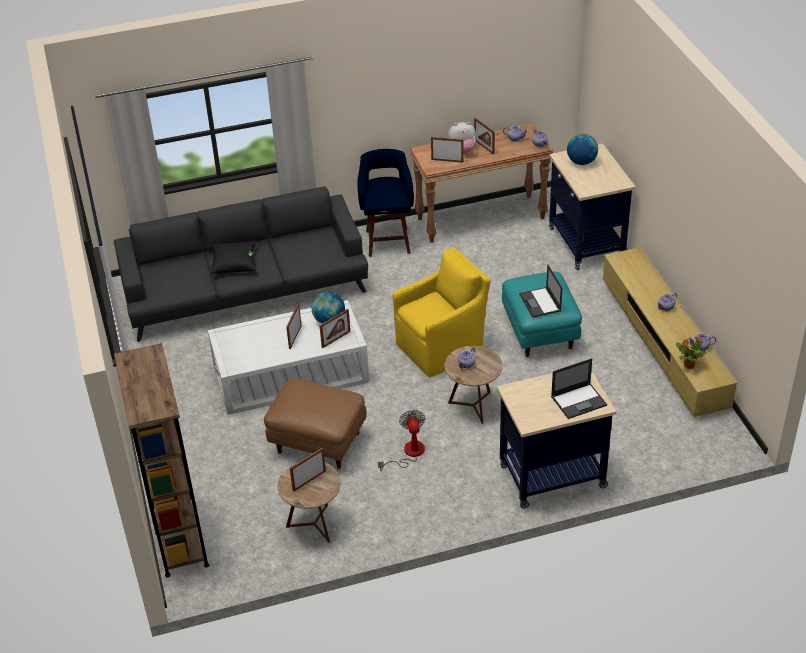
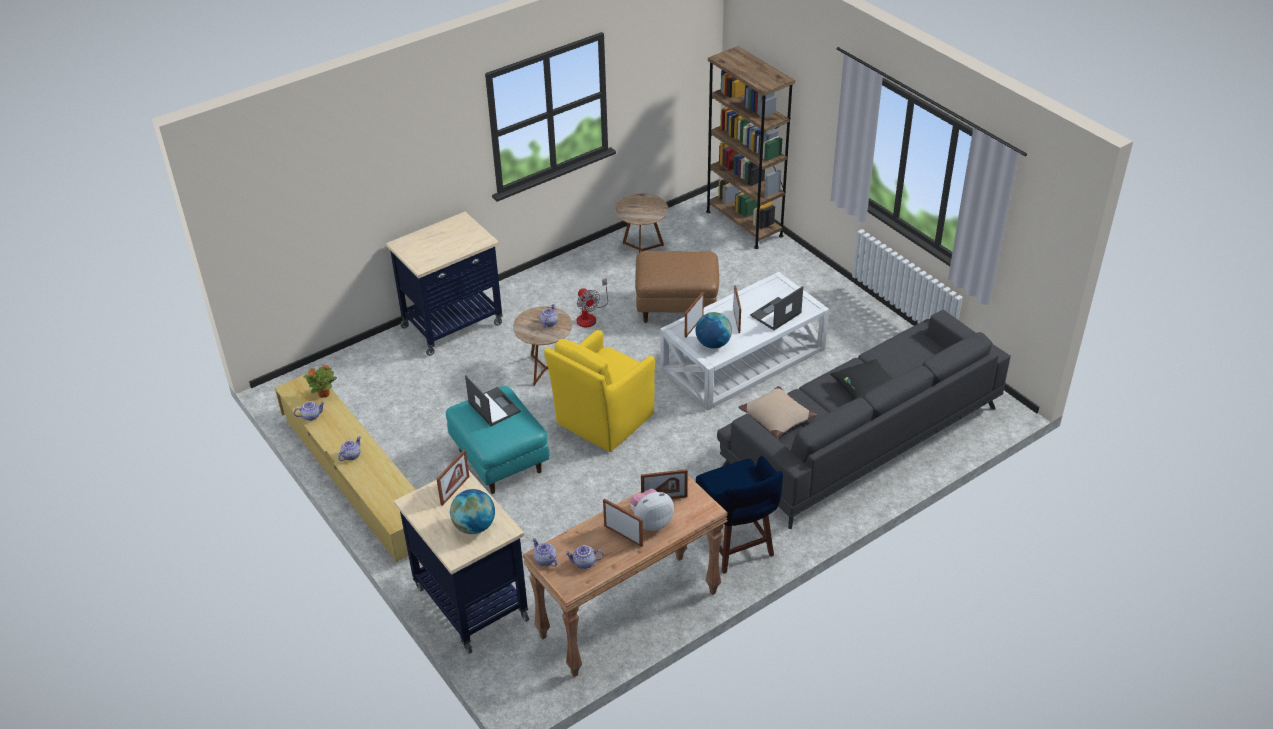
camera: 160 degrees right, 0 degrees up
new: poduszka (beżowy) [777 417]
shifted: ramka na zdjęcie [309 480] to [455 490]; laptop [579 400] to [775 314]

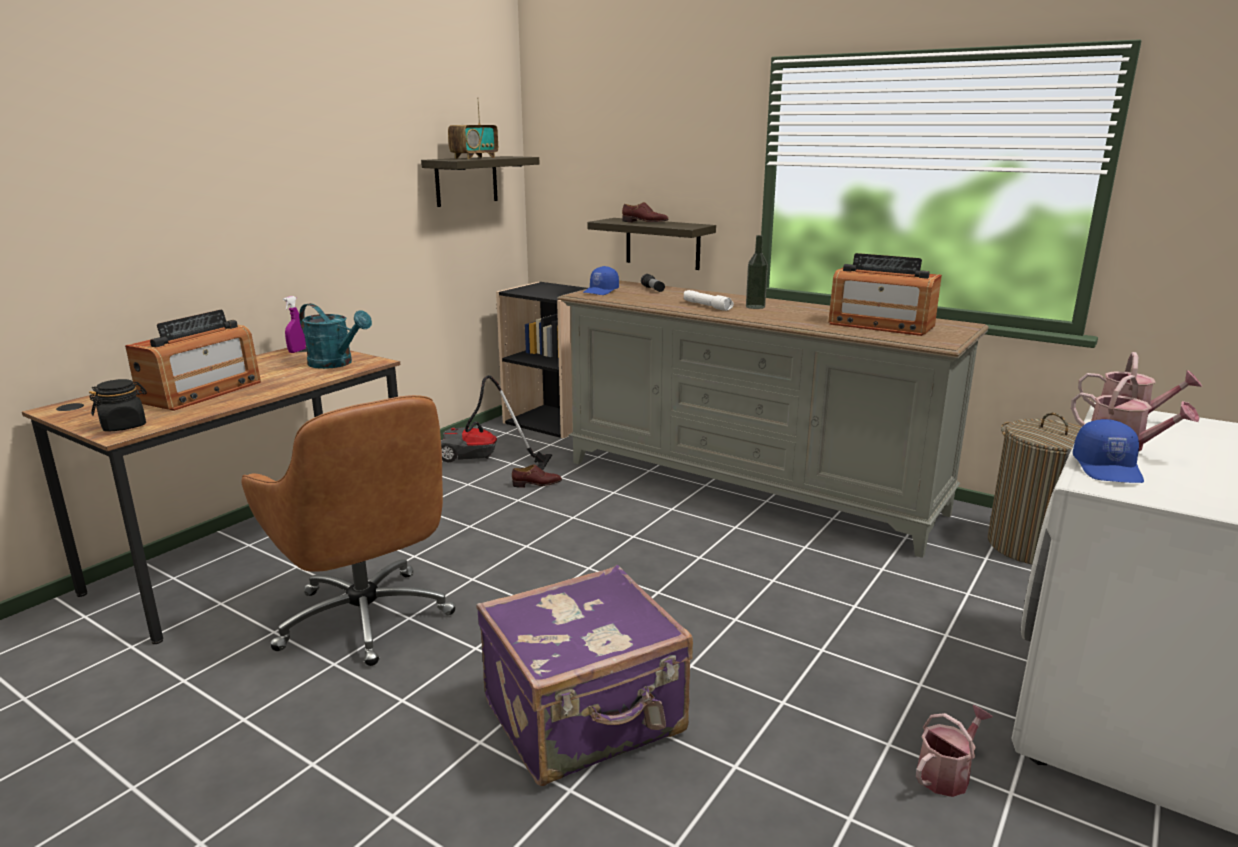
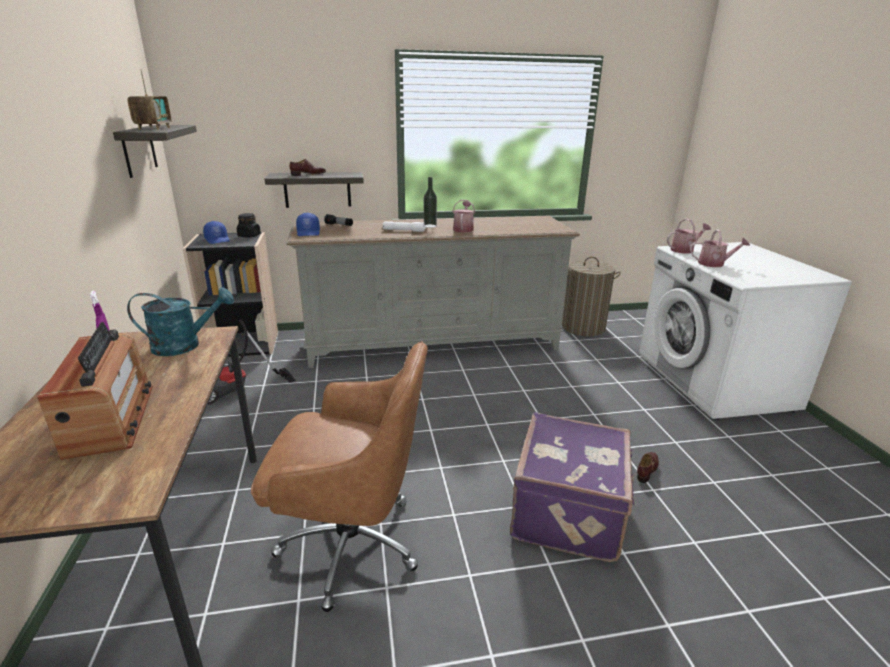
camera: 45 degrees left, 5 degrees up
gone: radio [880 325]
shifted: czapka z daszkiem (niebieski) [1108 469] to [218 240]; słoik (czarny) [124 426] to [249 236]; konewka [947 773] to [463 229]; but (brązowy) [537 484] to [647 469]

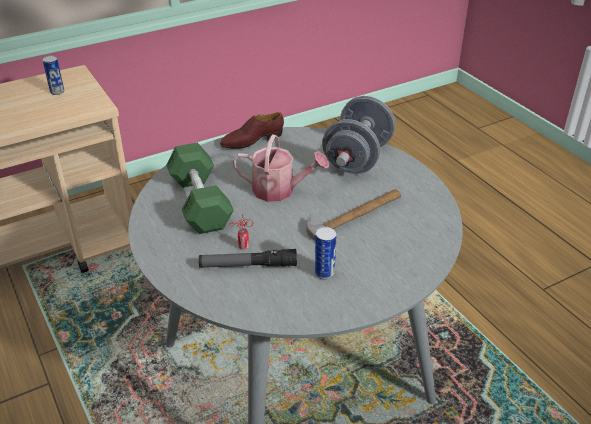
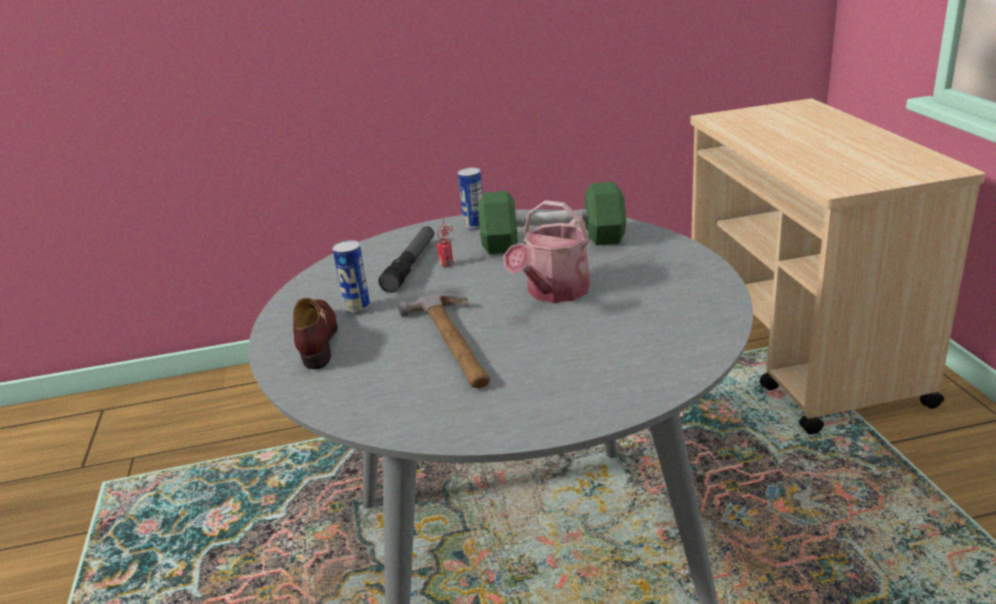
camera: 110 degrees right, 10 degrees down
gone: hantel (szary) [357 158]
shifted: but (brązowy) [252 140] to [318 339]; puszka [57 92] to [474 226]

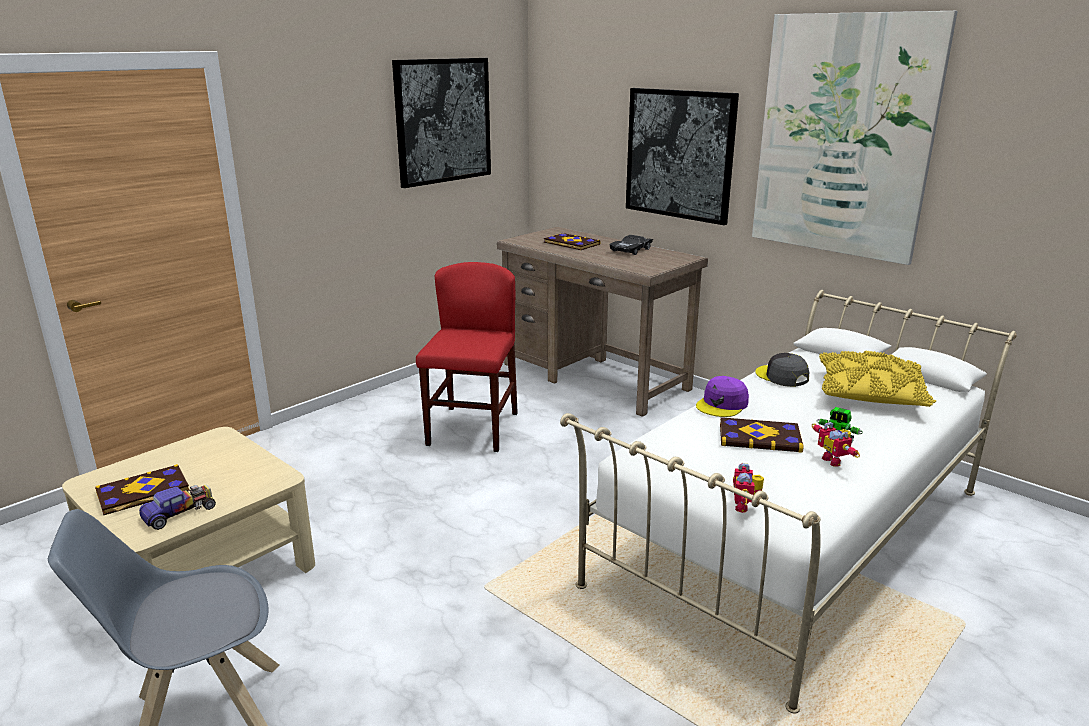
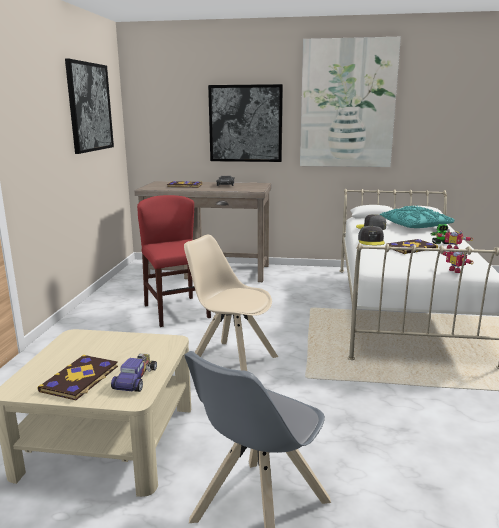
camera: 35 degrees left, 5 degrees down
new: krzesło (beżowy) [231 361]
repainted: czapka z daszkiem (fioletowy) [722 405] to czapka z daszkiem (szary) [371 241]; poduszka (żółty) [870 393] to poduszka (turkusowy) [415 226]

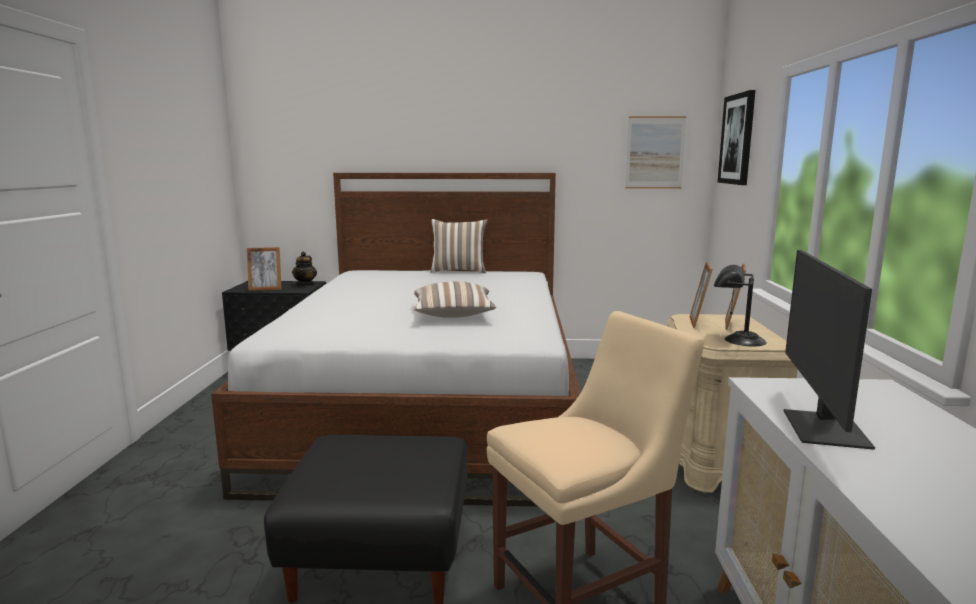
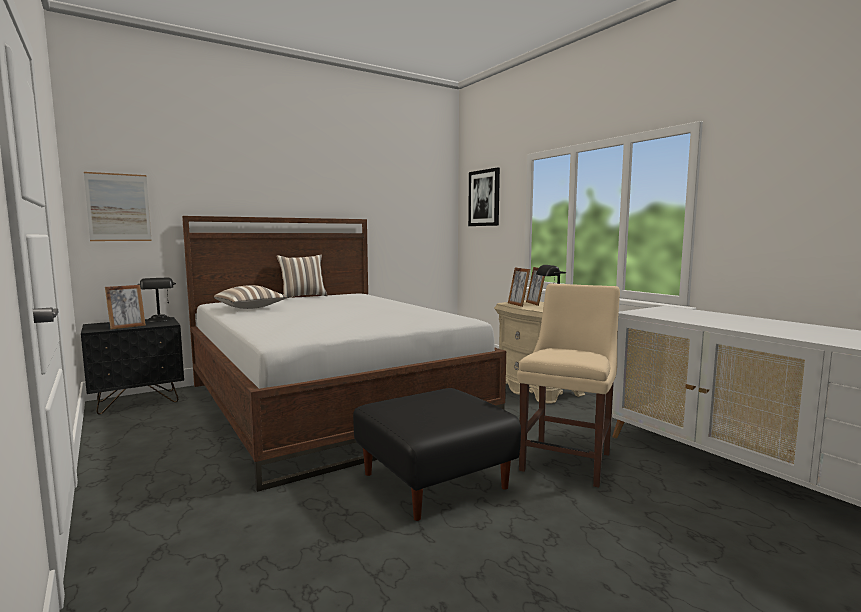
camera: 35 degrees left, 5 degrees down
gone: monitor [822 429]
shifted: obraz [655 152] to [118 207]; poduszka [453 315] to [251 308]
swapped: imbryk [305 284] to lampa stołowa (czarny) [160 320]

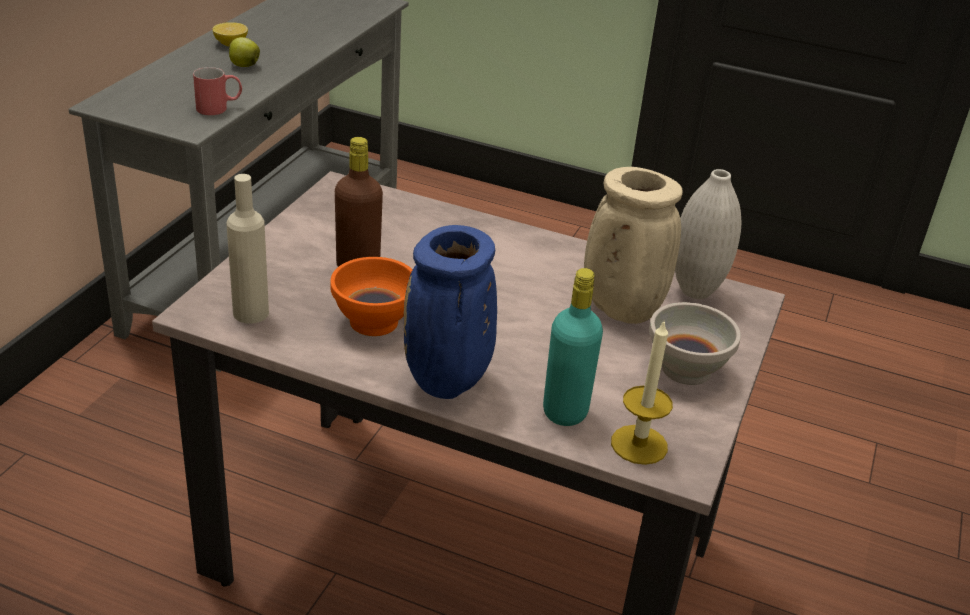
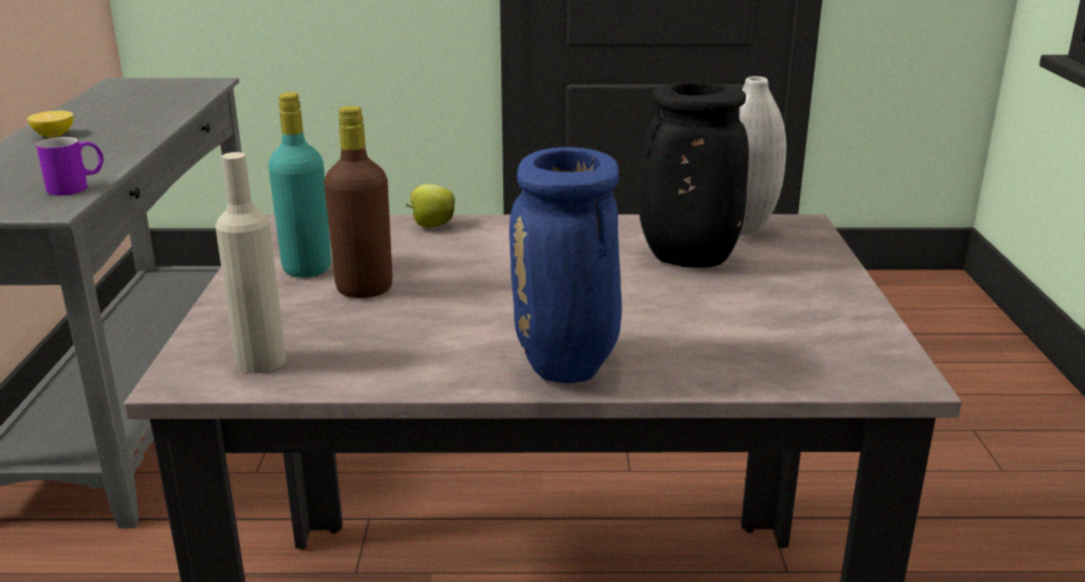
camera: 20 degrees left, 10 degrees down
gone: miska (pomarańczowy) [372 321]; świeca [639 444]; miska (biały) [686 368]
shifted: butelka (turkusowy) [565 412] to [307 268]; jabłko [243 65] to [431 226]
repainted: kubek (czerwony) [219 108] to kubek (fioletowy) [77 187]; wazon (beżowy) [619 309] to wazon (czarny) [685 259]

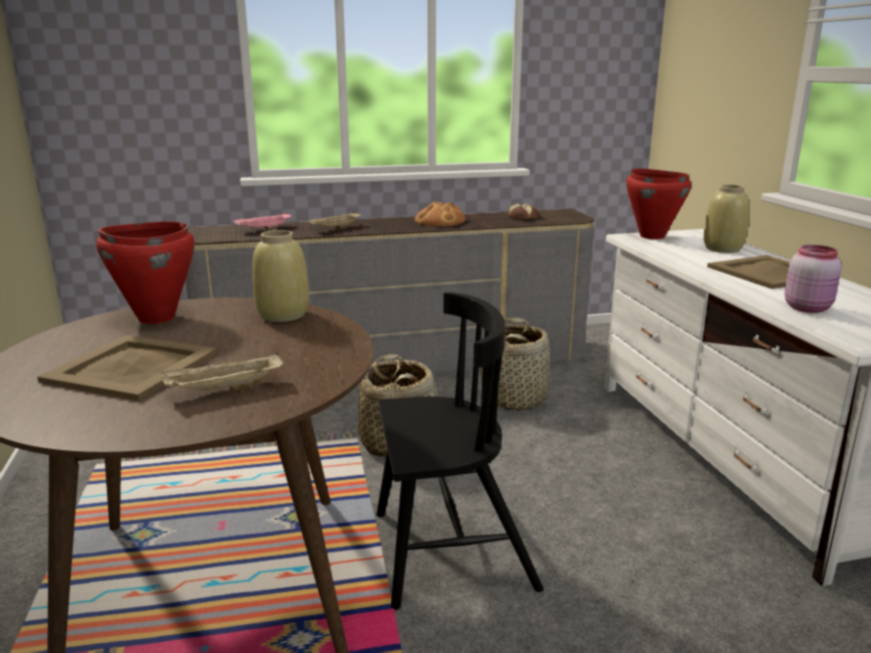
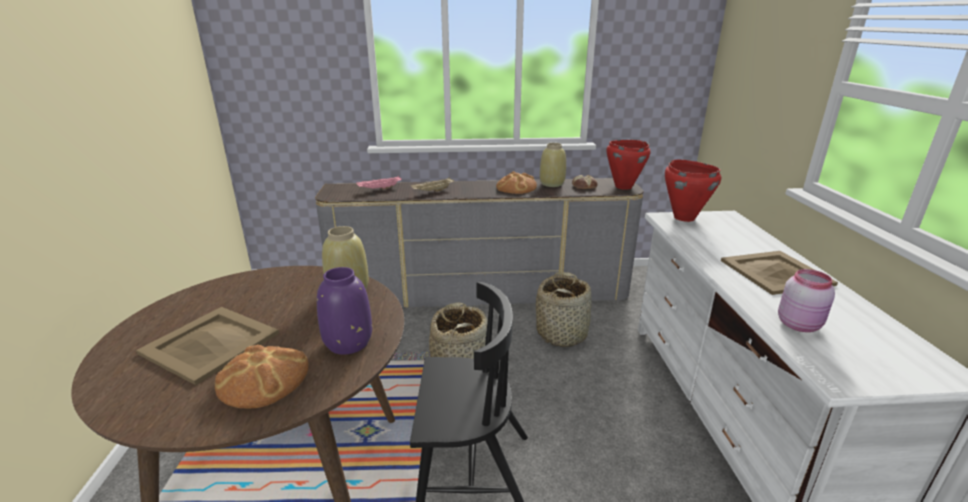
camera: 10 degrees right, 5 degrees up
new: wazon (fioletowy) [348 342]
shifted: wazon (beżowy) [722 249] to [551 184]; garnek (czerwony) [155 318] to [623 187]
swapped: taca (beżowy) [224 390] to chleb [263 379]

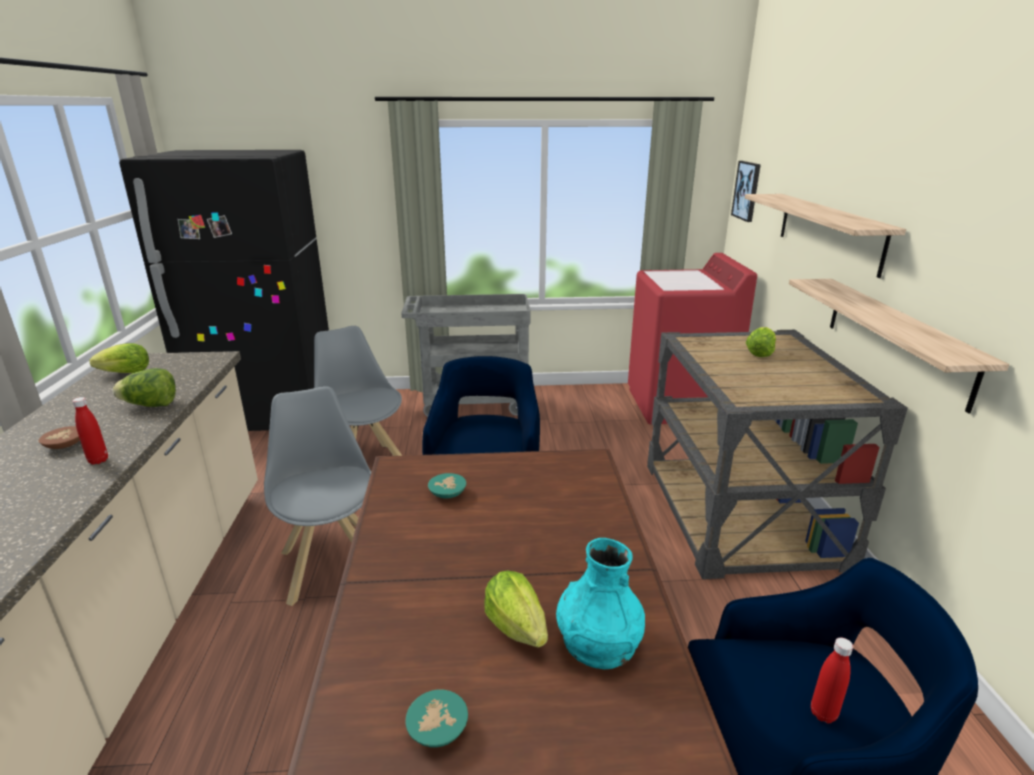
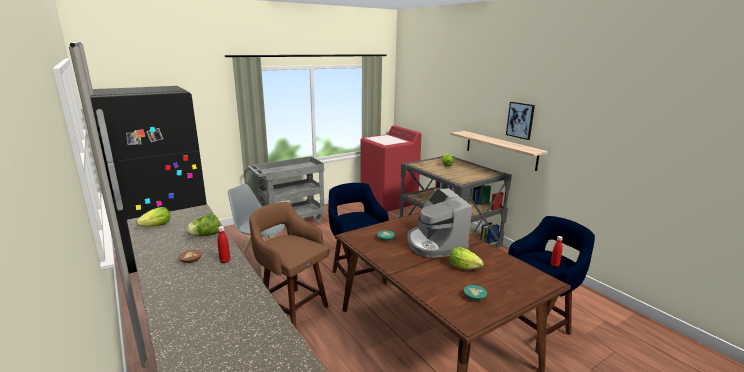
camera: 30 degrees left, 5 degrees down
gone: wazon (turkusowy) [598 642]; półka [829 231]
new: ekspres do kawy [435 244]
shifted: obraz [747 191] to [520 120]
swapped: krzesło (szary) [332 563] to stołek (brązowy) [292 307]

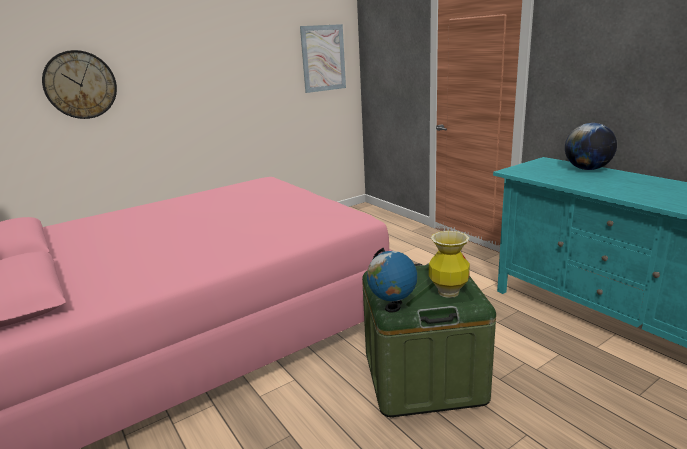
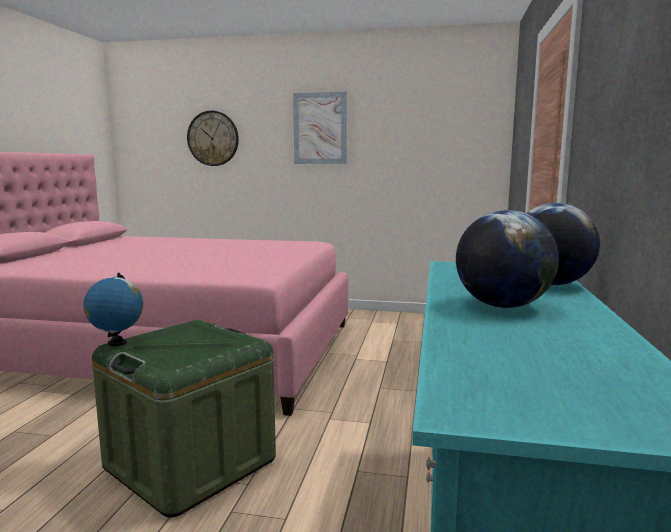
camera: 45 degrees right, 10 degrees down
gone: wazon [448 292]
new: globus [502 306]
shifted: obraz [323 58] to [320 128]

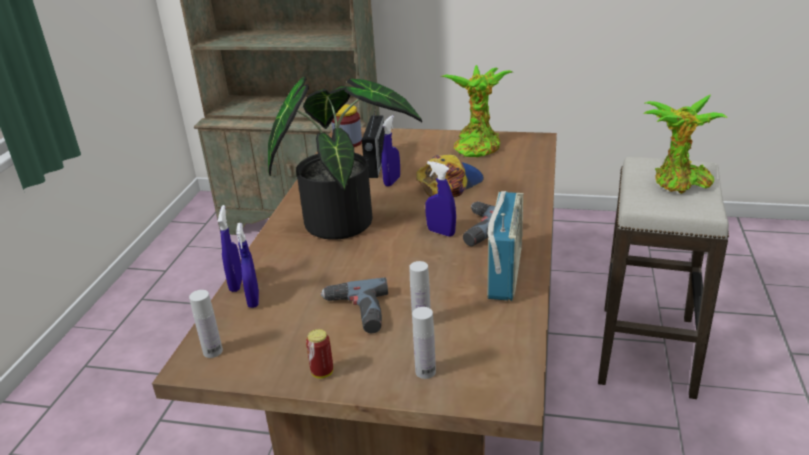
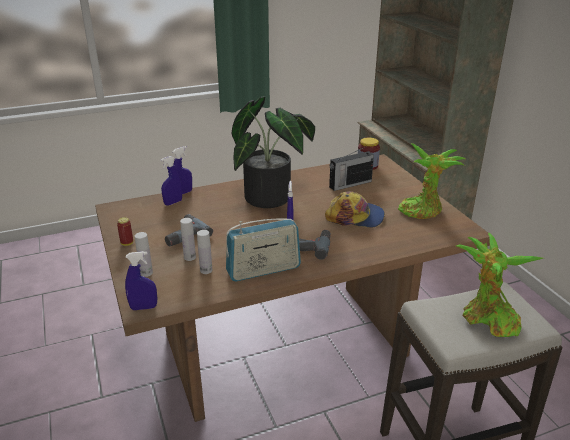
camera: 55 degrees right, 0 degrees up
shifted: spryskiwacz (niebieski) [392 181] to [144 307]; butelka (biały) [213 351] to [206 270]

